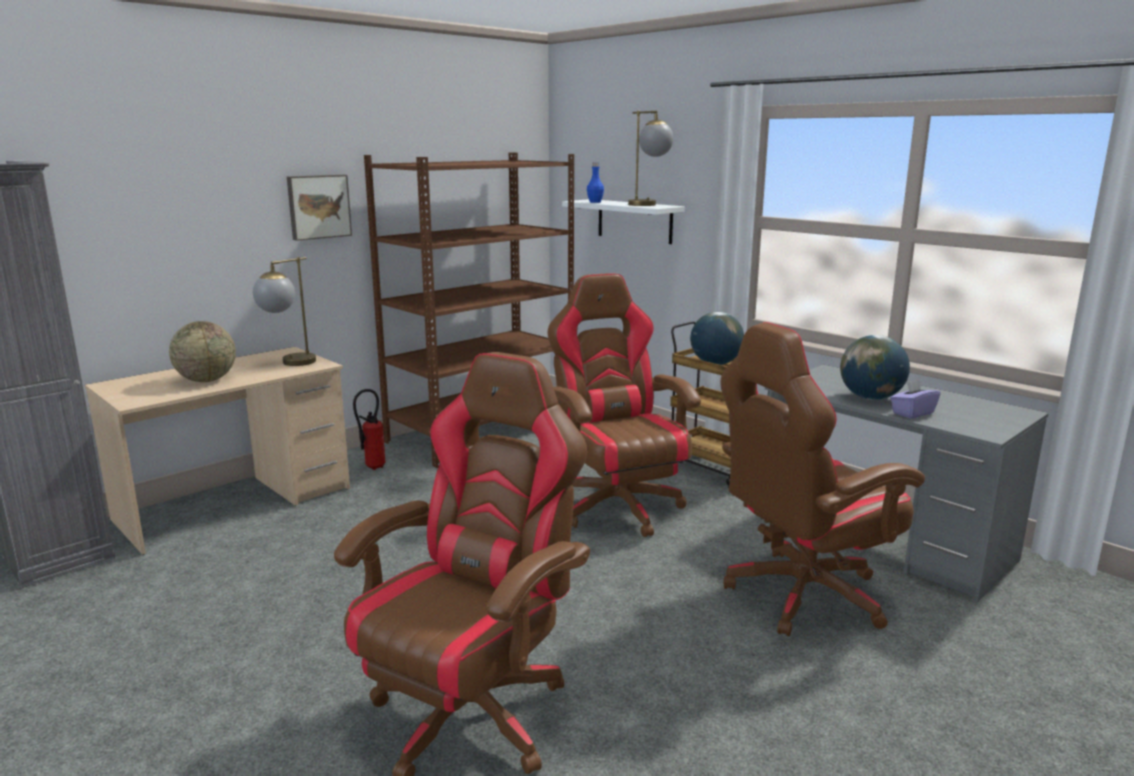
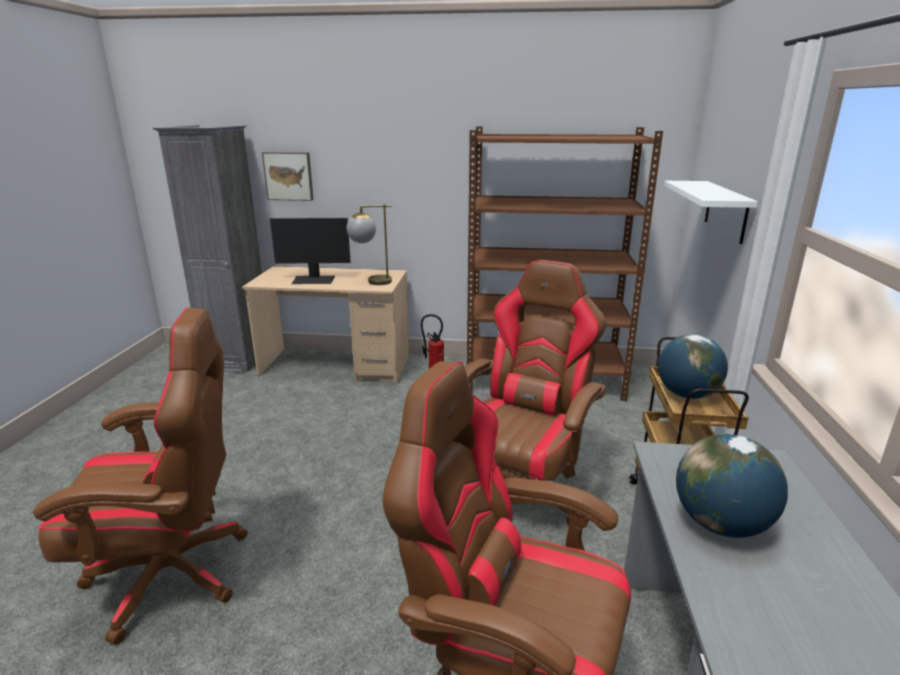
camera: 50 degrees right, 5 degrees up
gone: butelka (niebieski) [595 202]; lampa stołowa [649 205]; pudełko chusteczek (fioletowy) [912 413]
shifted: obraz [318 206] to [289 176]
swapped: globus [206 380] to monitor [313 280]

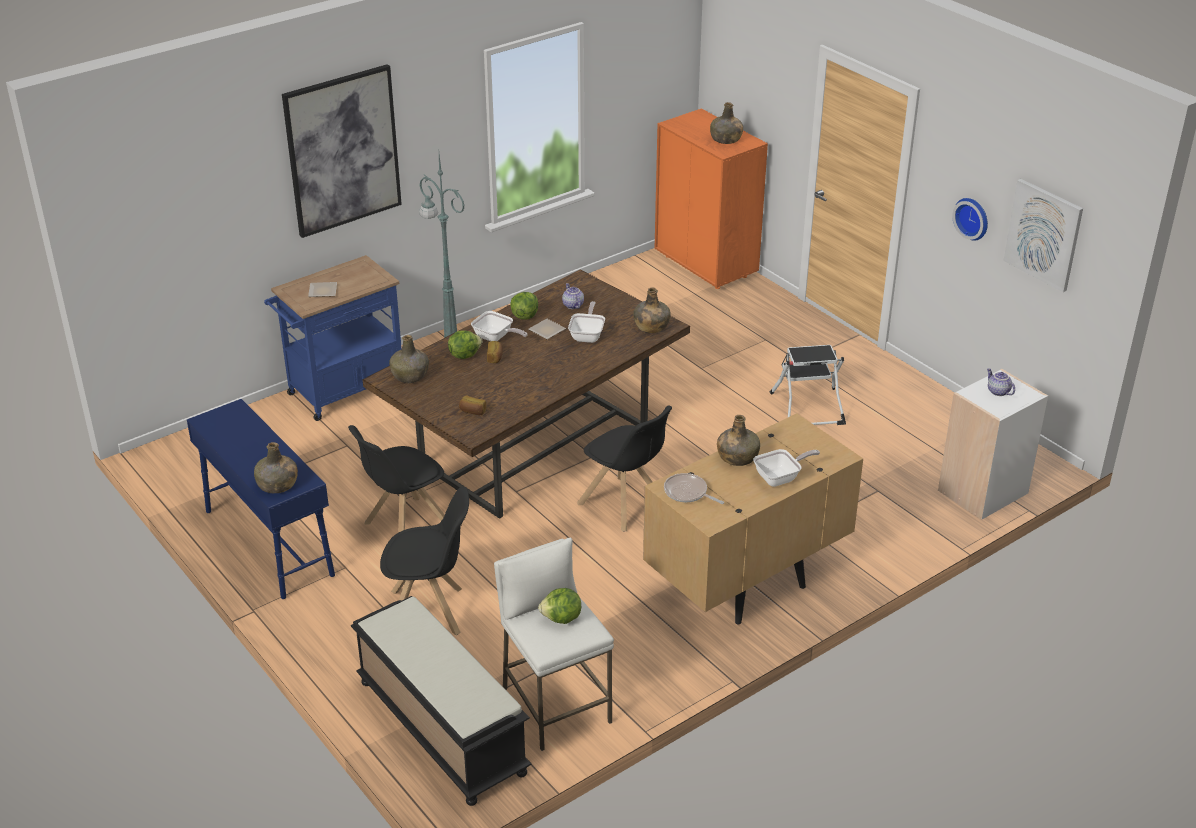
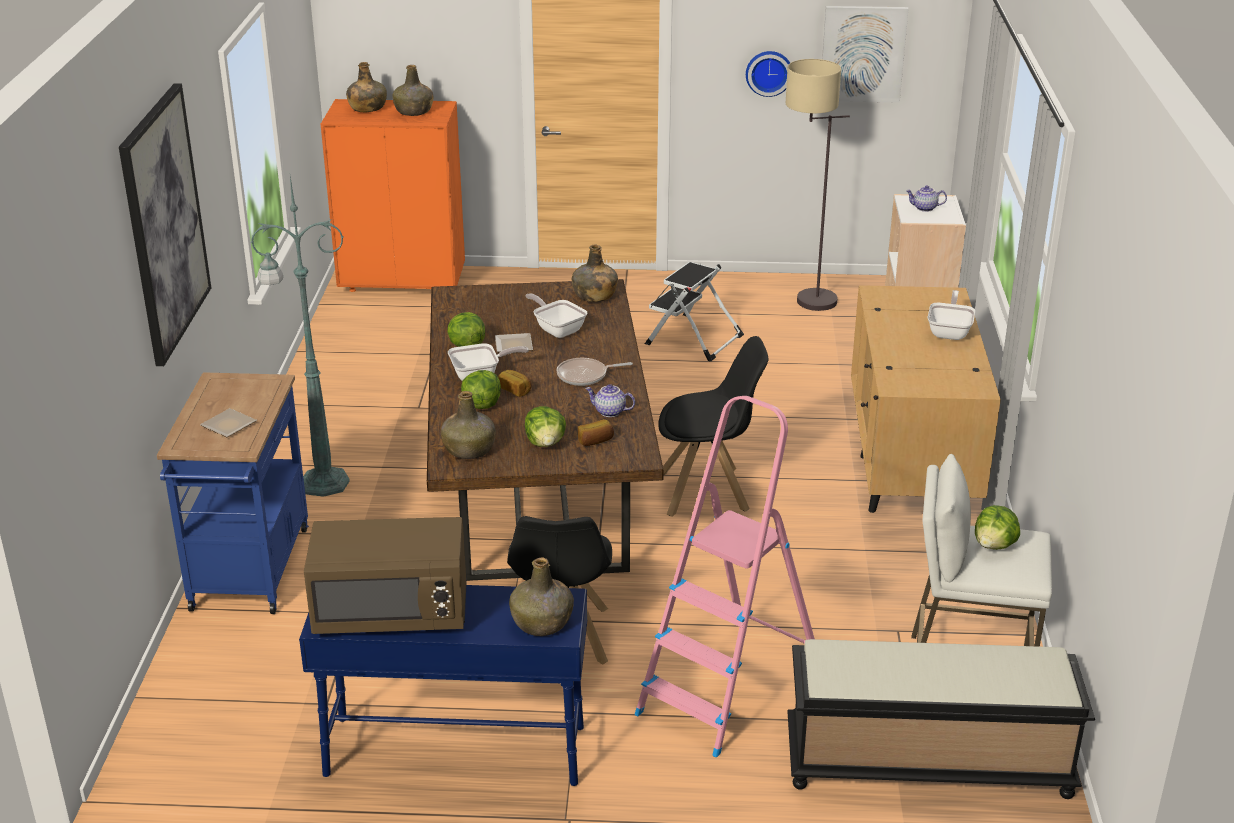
camera: 50 degrees left, 5 degrees down
new: mikrofalówka (brązowy) [392 612]; sałata [545 443]; lampa stojąca (beżowy) [805 302]
shifted: butelka (zielony) [737 457] to [367 108]; patelnia [687 493] to [585 375]; imbryk [572 305] to [609 412]
swapped: krzesło (czarny) [430 612] to drabinka (różowy) [728 686]

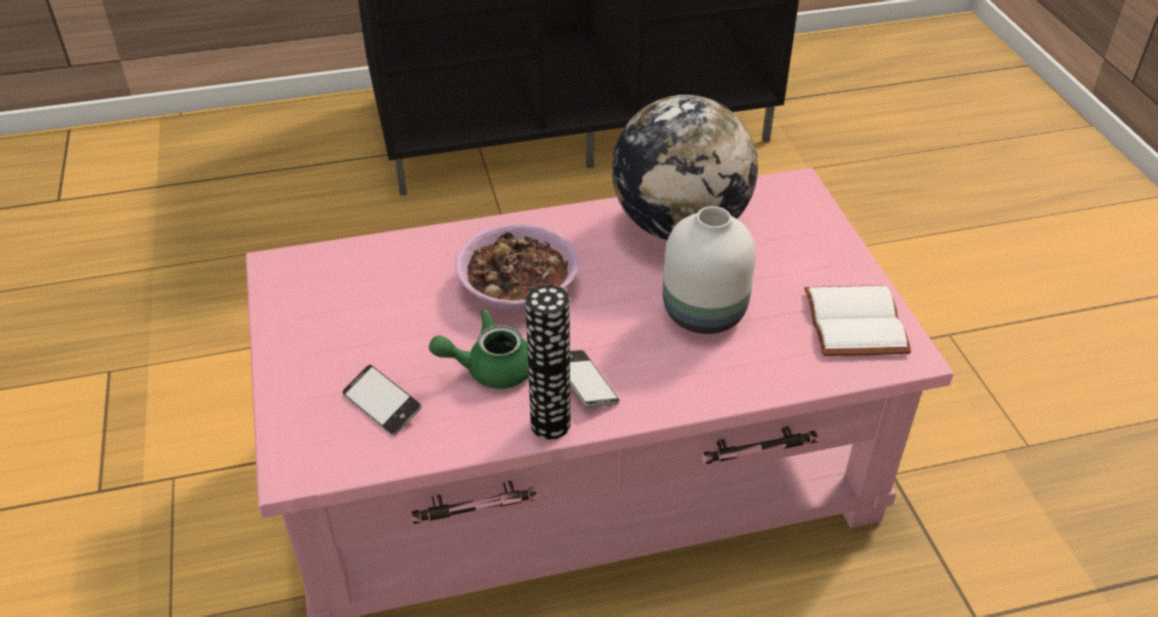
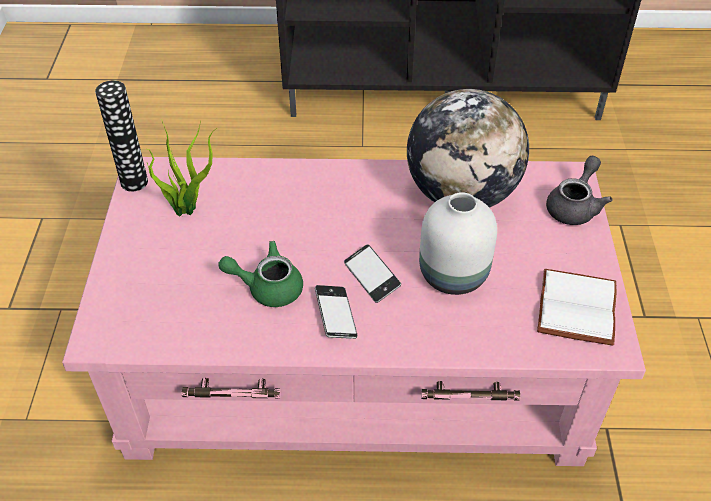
camera: 15 degrees right, 5 degrees up
gone: miska [516 284]
new: roślina doniczkowa [188 208]; imbryk (szary) [575 206]
shifted: wazon [550 424] to [134 182]; telefon [382 405] to [372 277]

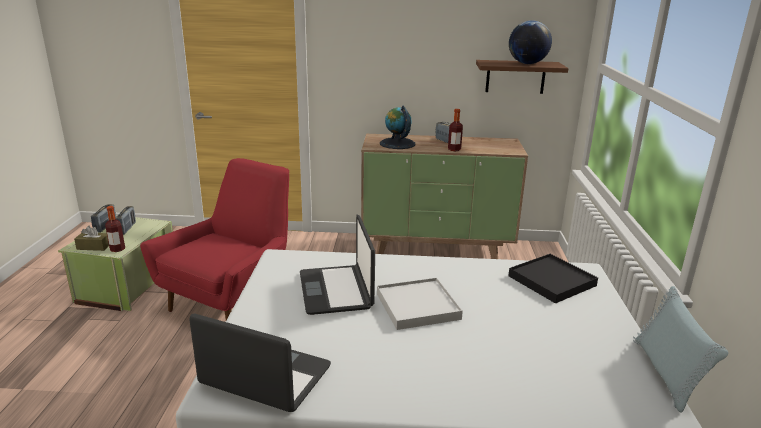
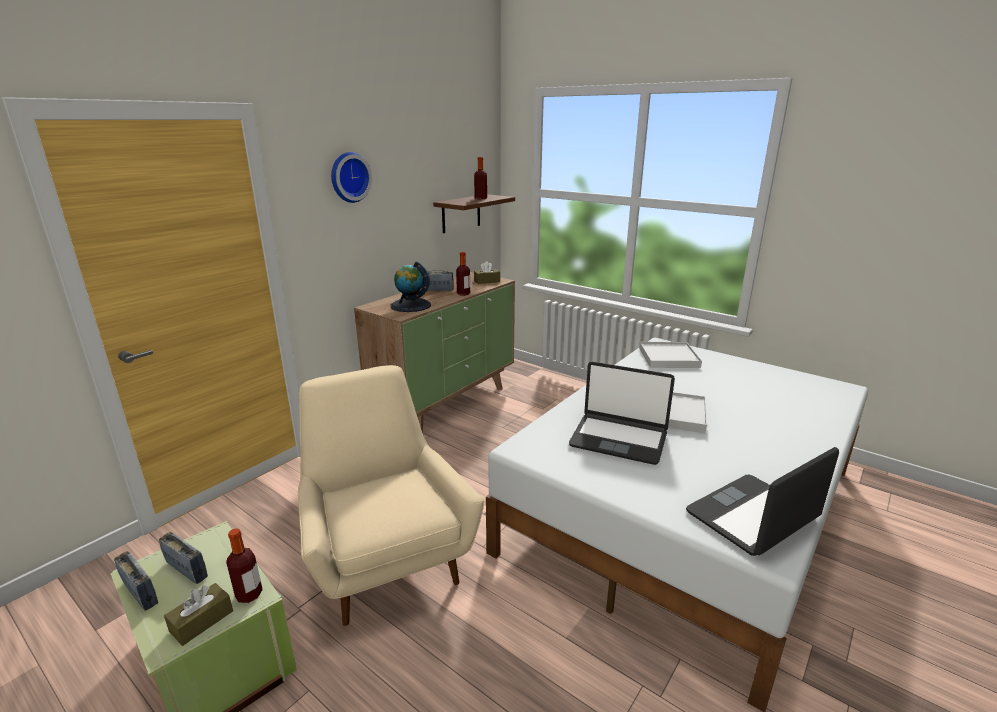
camera: 55 degrees left, 0 degrees up
gone: poduszka (niebieski) [667 374]
new: zegar ścienny [349 177]; pudełko chusteczek (brązowy) [487 281]
swapped: globus [527 63] to butelka [480 198]
repainted: fotel (czerwony) [232 301] to fotel (beżowy) [386 560]; taca (czarny) [551 281] to taca (biały) [668 358]

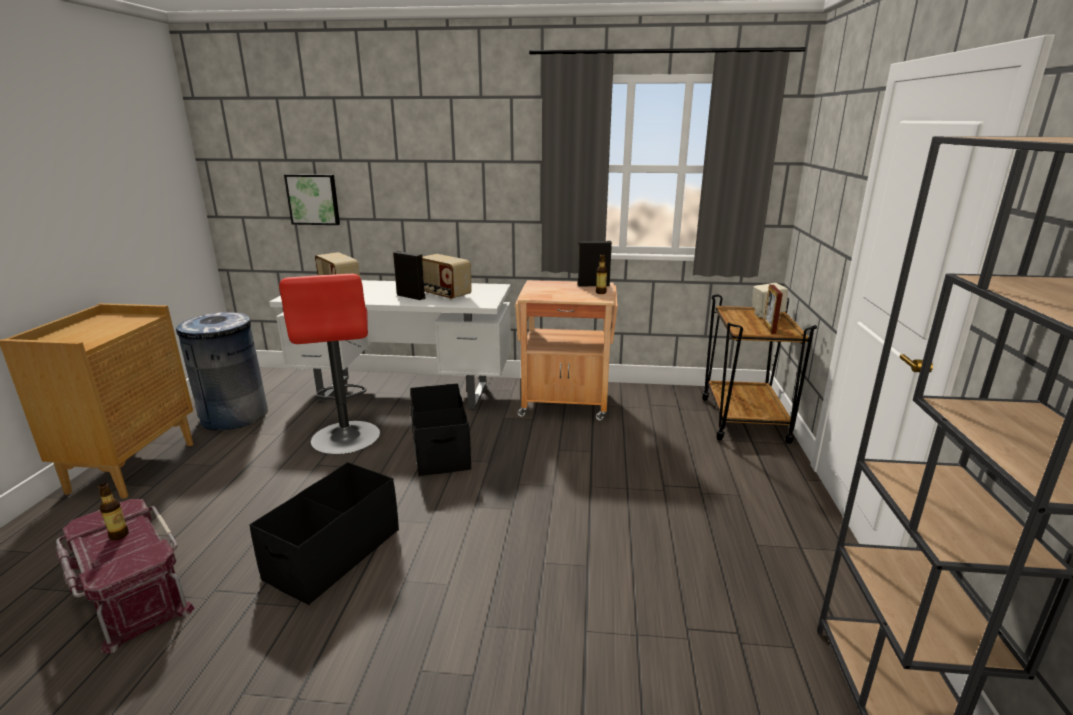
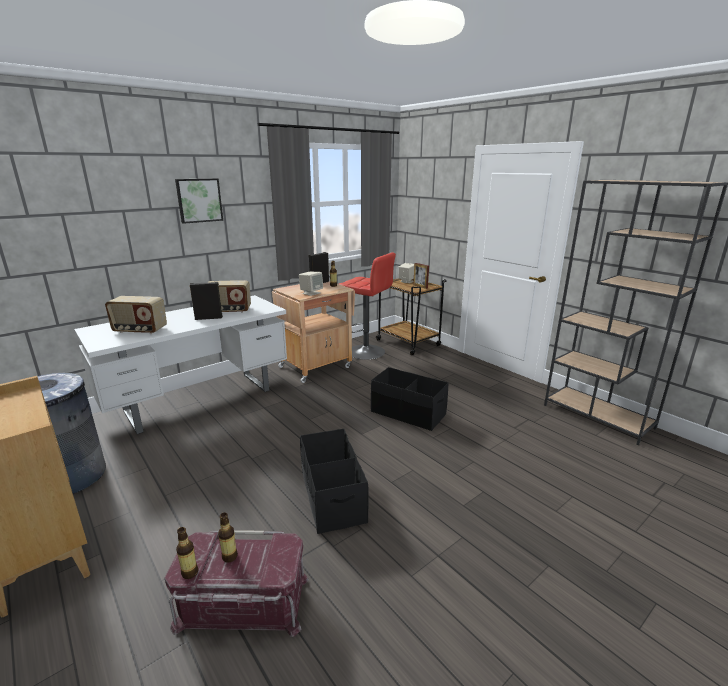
camera: 45 degrees left, 0 degrees up
new: butelka [190 573]; głośnik (beżowy) [311 293]
shifted: obraz [313 199] to [199 200]; stołek (czerwony) [345 438] to [366 352]; pojemnik do przechowywania (czarny) [440 449] to [408 413]

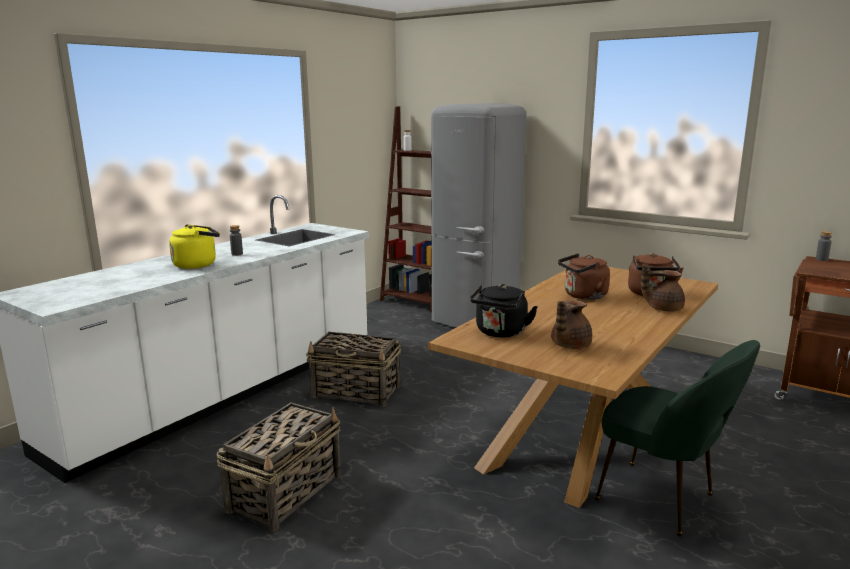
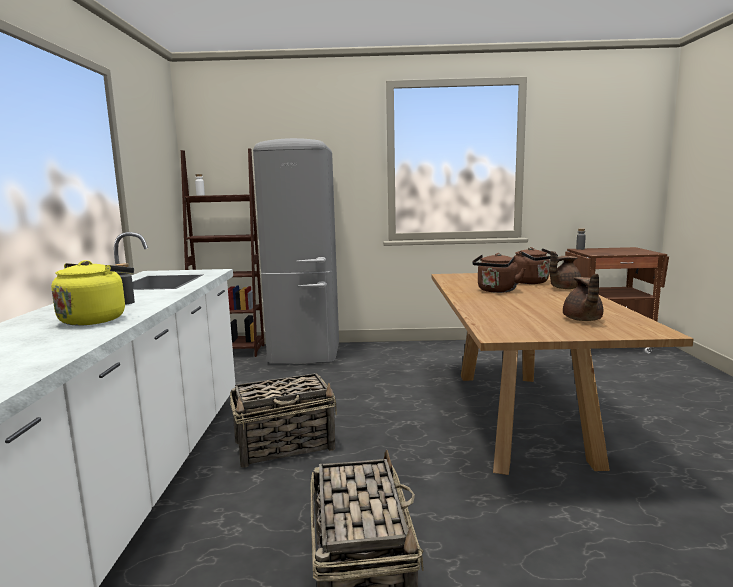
camera: 35 degrees left, 5 degrees down
gone: czajnik (czarny) [500 333]; krzesło (zielony) [663 502]

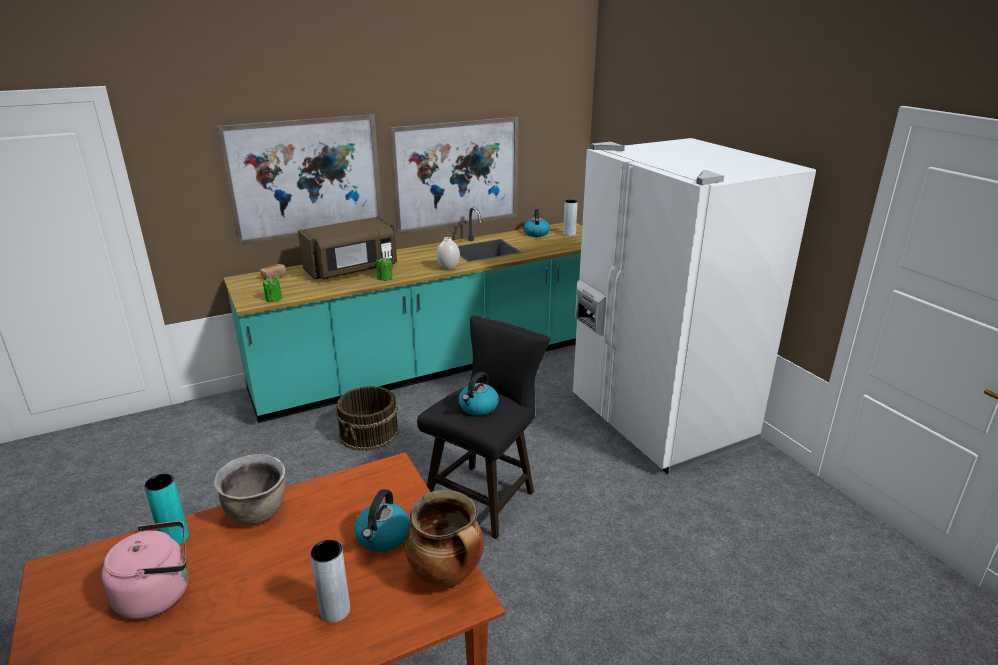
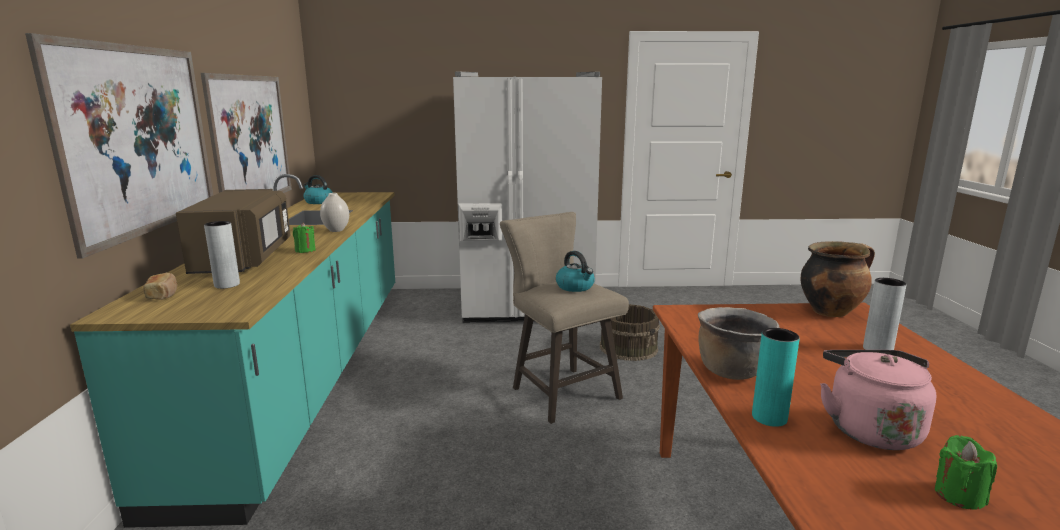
camera: 65 degrees left, 10 degrees down
gone: czajnik [383 537]
shifted: wazon (szary) [569 234] to [227 285]; wiadro (brązowy) [369 433] to [629 348]; świeca (zielony) [273 299] to [959 495]
repainted: stołek (czarny) [485 495] to stołek (beżowy) [560 390]

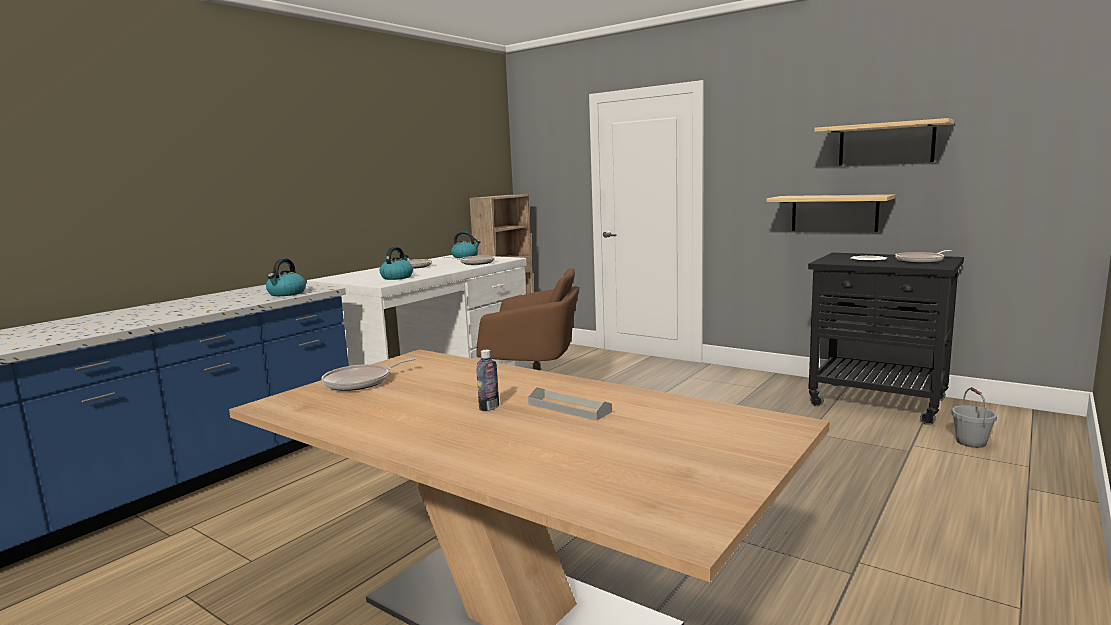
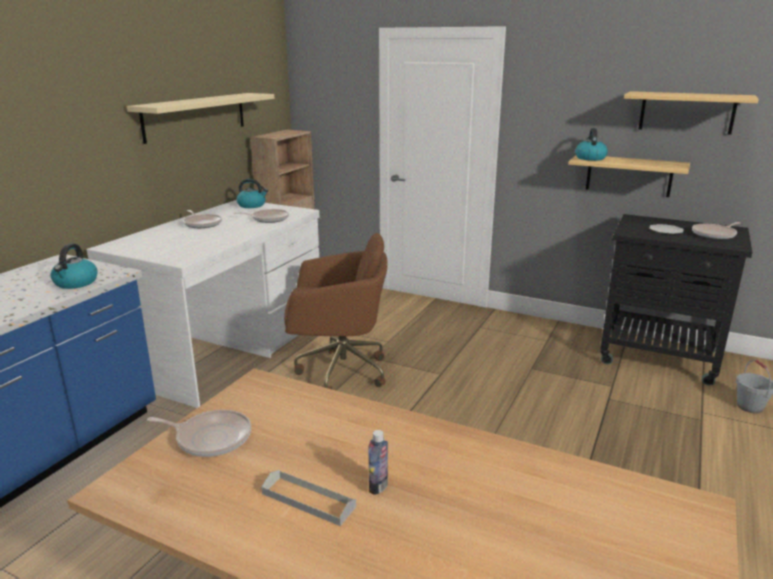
camera: 10 degrees left, 10 degrees up
new: półka (beżowy) [195 116]
shifted: taca (szary) [569 408] to [308 500]; czajnik [397 277] to [590 158]
rotated: patelnia [361 382] = [211 438] 120 degrees counterclockwise

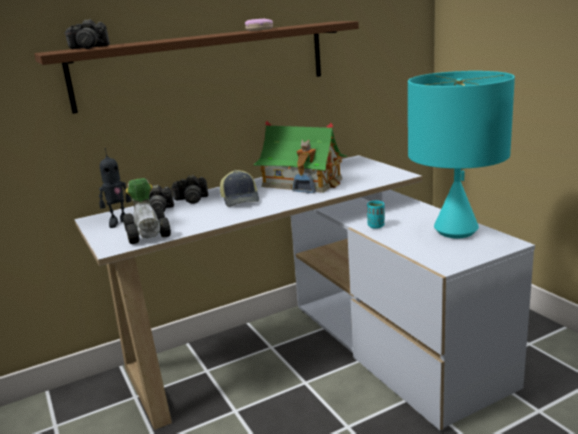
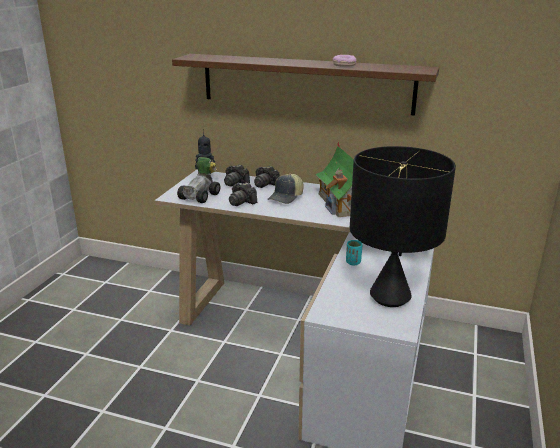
camera: 45 degrees right, 5 degrees up
shifted: aparat fotograficzny [88 48] to [241 202]
repainted: lampa stołowa (turkusowy) [455 232] to lampa stołowa (czarny) [389 298]

